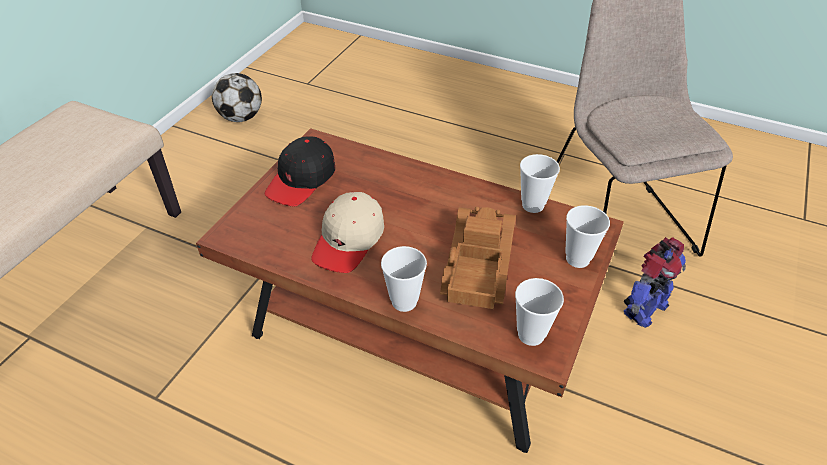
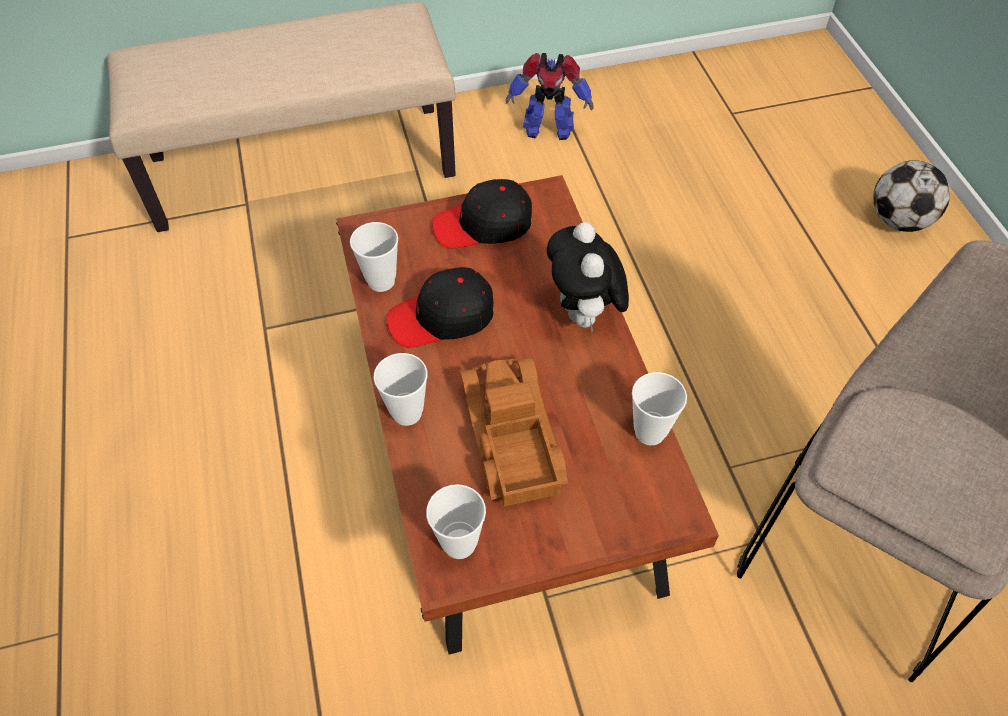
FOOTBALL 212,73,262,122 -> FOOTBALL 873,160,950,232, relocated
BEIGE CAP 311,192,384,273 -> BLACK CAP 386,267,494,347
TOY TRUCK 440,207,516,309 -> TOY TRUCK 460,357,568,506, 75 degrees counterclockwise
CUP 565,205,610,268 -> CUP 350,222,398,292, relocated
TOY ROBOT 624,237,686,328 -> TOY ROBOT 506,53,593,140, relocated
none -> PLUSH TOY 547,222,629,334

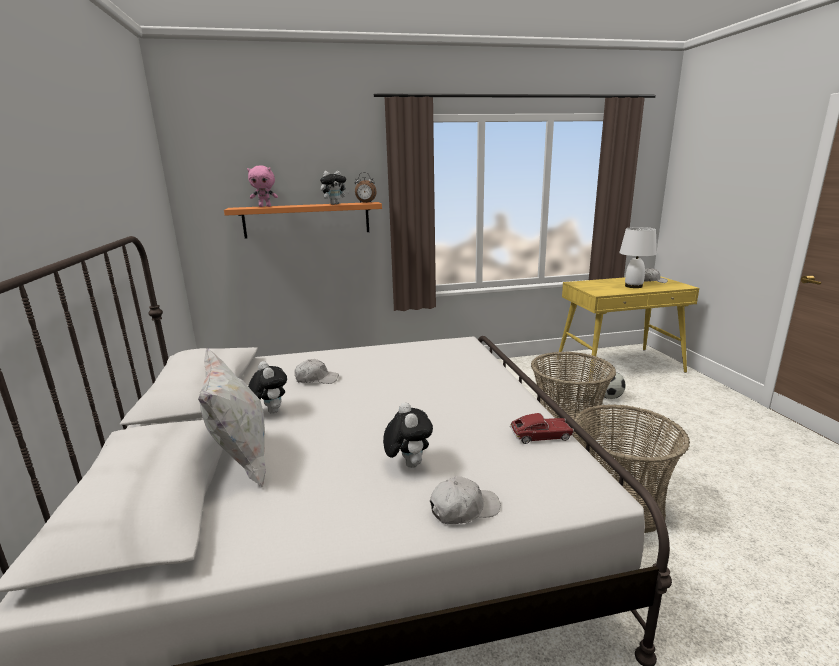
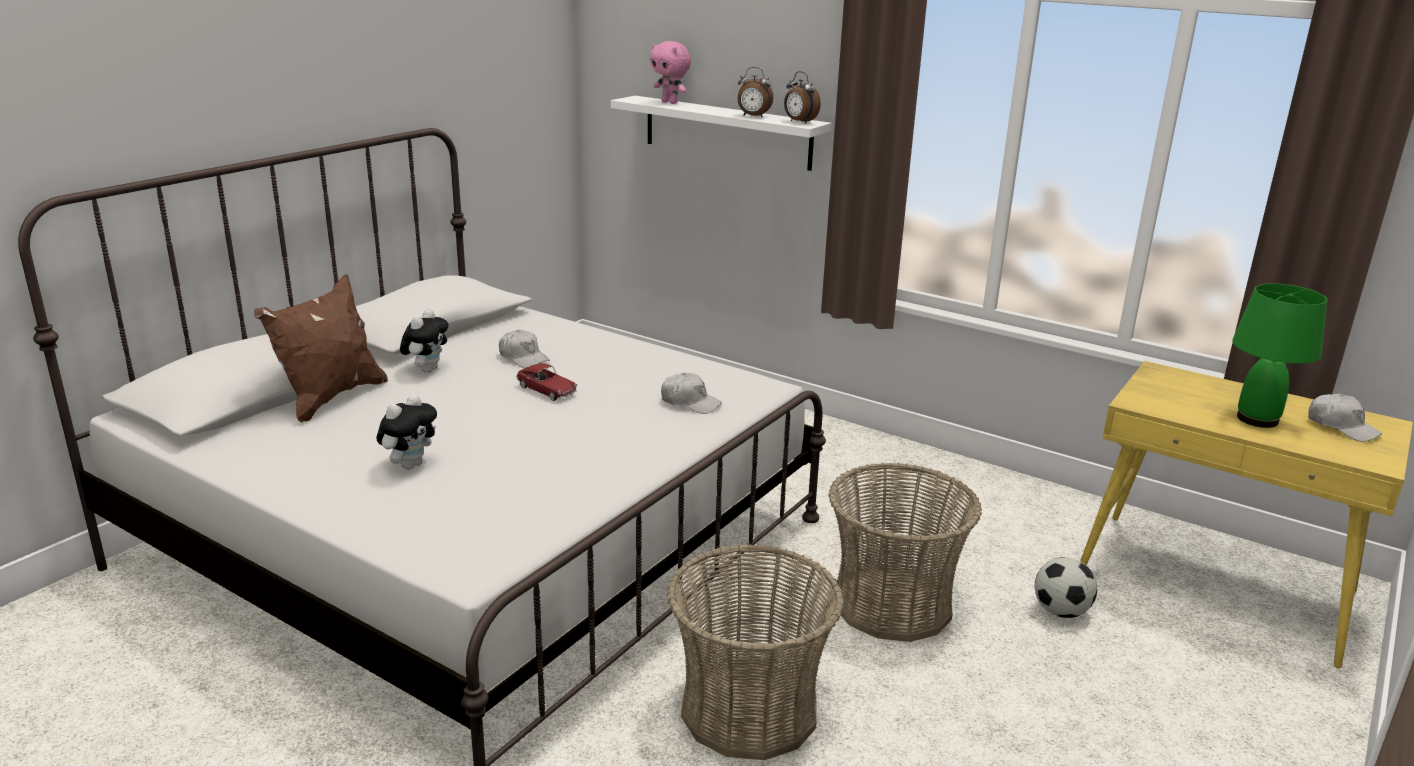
WHITE PILLOW 198,348,266,487 -> BROWN PILLOW 254,274,388,422
ORANGE SHELF 224,202,382,239 -> WHITE SHELF 611,96,831,171
PLUSH TOY 320,171,349,205 -> ALARM CLOCK 738,67,773,117
WHITE CAP 430,476,500,524 -> WHITE CAP 661,372,722,414, relocated
TOY CAR 510,413,574,444 -> TOY CAR 516,363,577,401, relocated
WHITE TABLE LAMP 619,227,657,288 -> GREEN TABLE LAMP 1232,283,1327,428

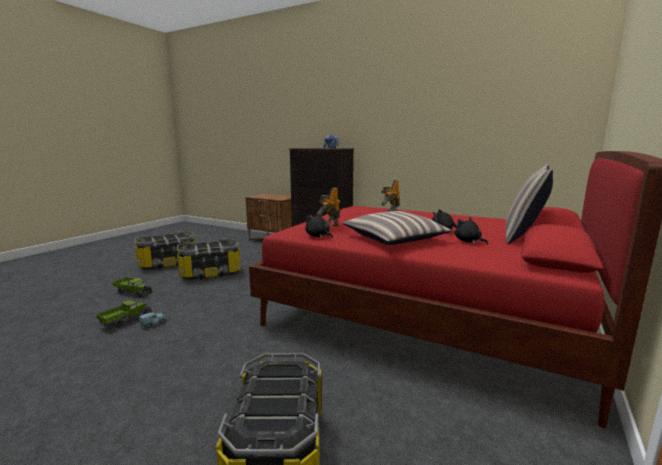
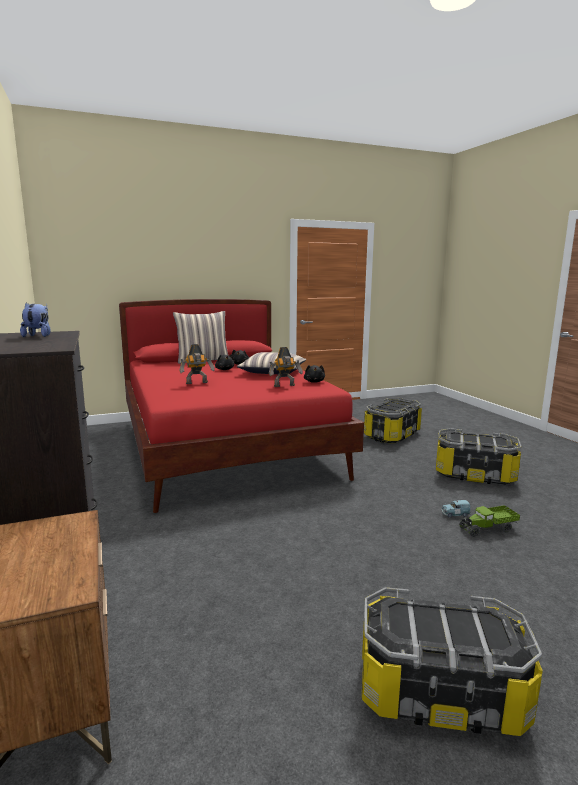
TOY TRUCK 112,277,153,298 -> none
STORAGE BOX 177,238,241,280 -> STORAGE BOX 436,428,521,485, relocated

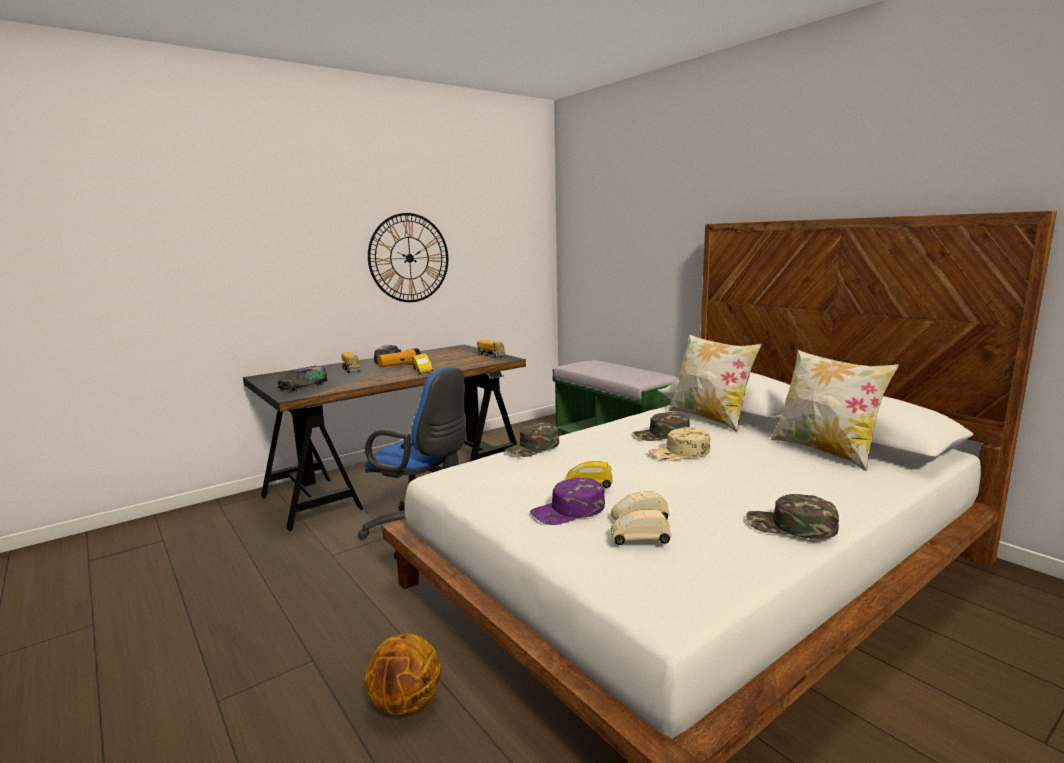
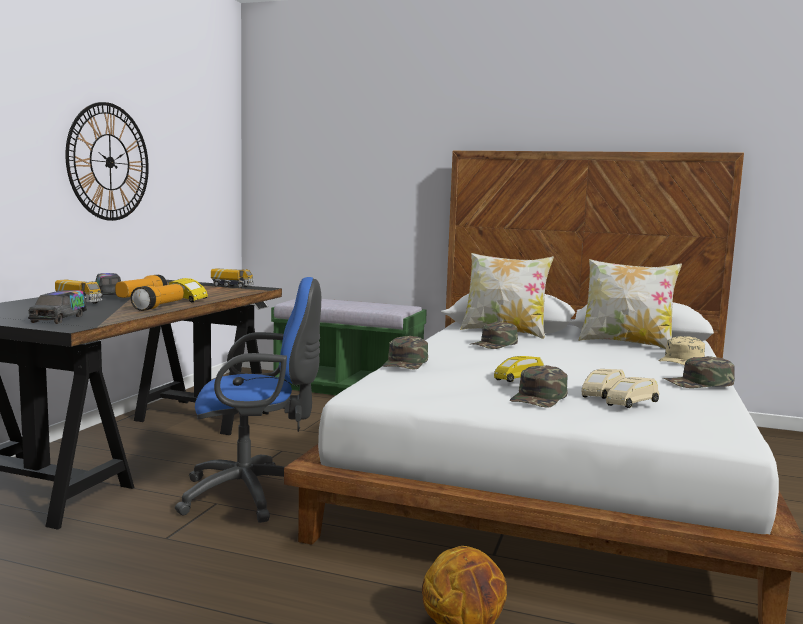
PURPLE CAP 530,477,605,525 -> GREEN CAP 510,365,568,407
BEIGE CAP 649,427,711,461 -> BEIGE CAP 659,336,705,365, relocated
none -> FLASHLIGHT 131,284,184,311

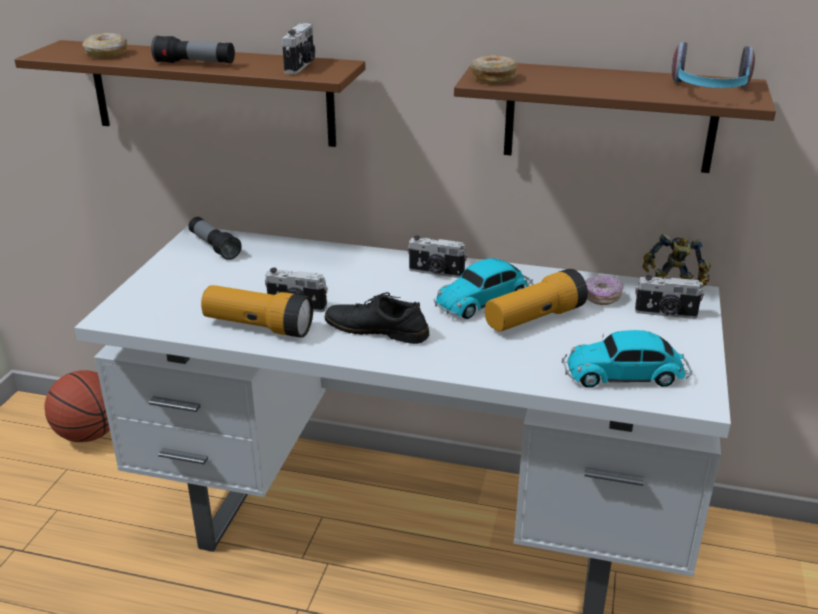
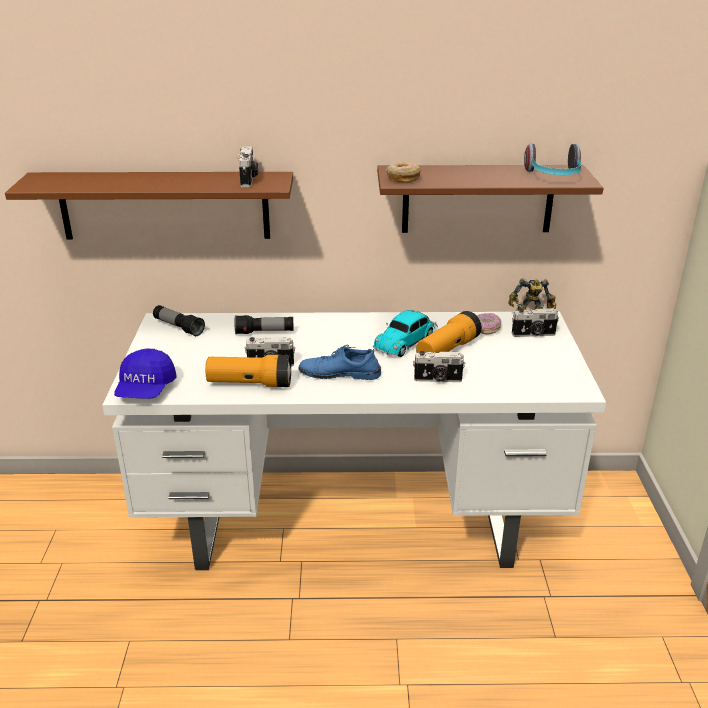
BASKETBALL 44,370,110,442 -> none
DONUT 82,33,127,58 -> none
FLASHLIGHT 151,35,235,63 -> FLASHLIGHT 234,315,293,334, relocated
BLACK SHOE 325,292,429,344 -> BLUE SHOE 298,345,381,380
PHOTO CAMERA 408,235,467,278 -> PHOTO CAMERA 413,351,465,382, relocated
TOY CAR 562,330,692,388 -> none
none -> BLUE CAP 114,348,176,399

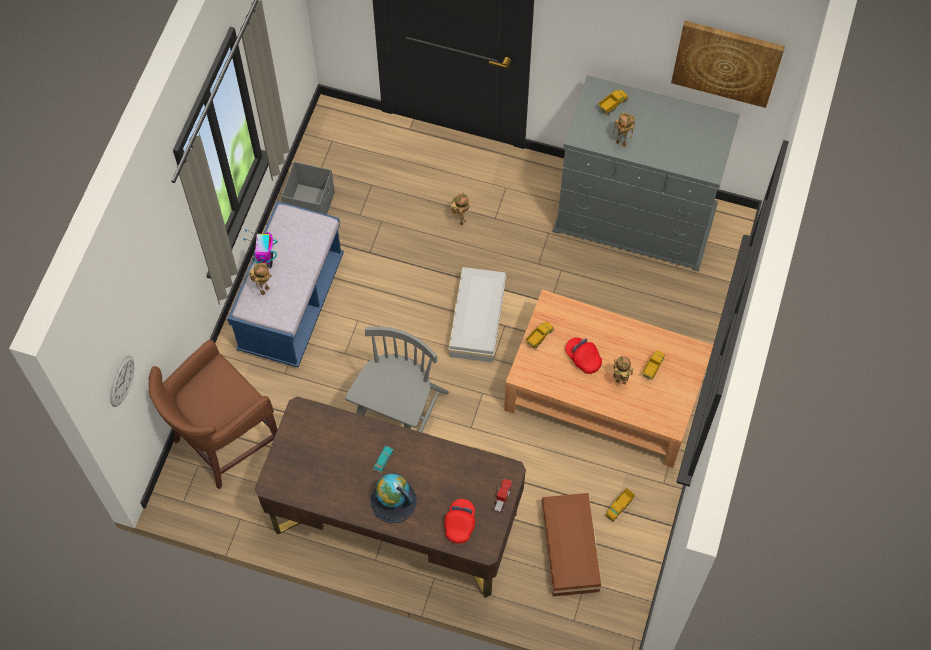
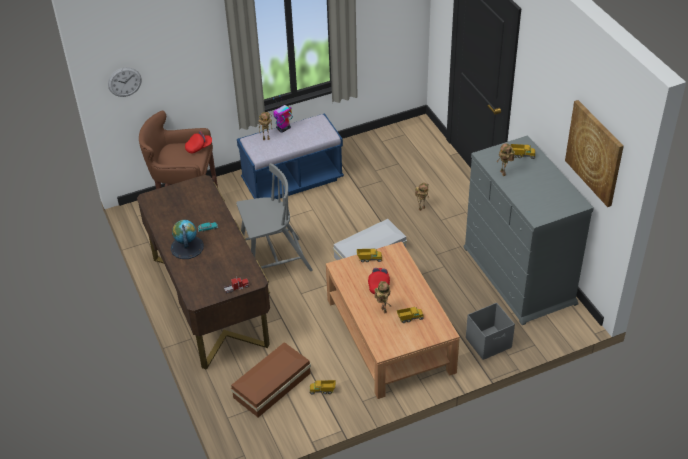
GREY STORAGE BOX 281,162,335,214 -> GREY STORAGE BOX 466,303,515,360, relocated
RED CAP 444,499,475,544 -> RED CAP 185,131,212,154, relocated

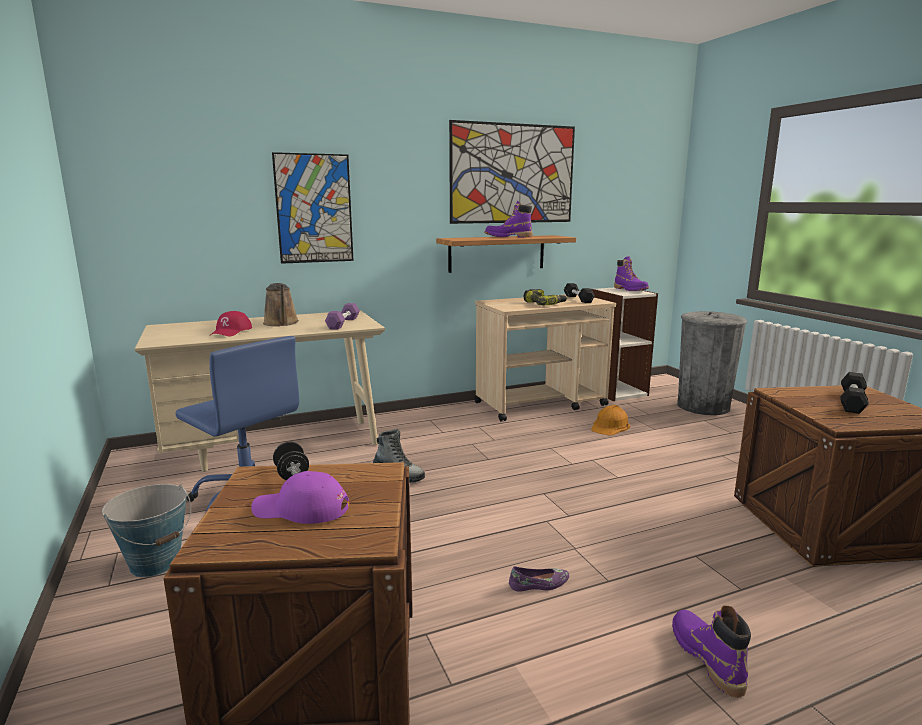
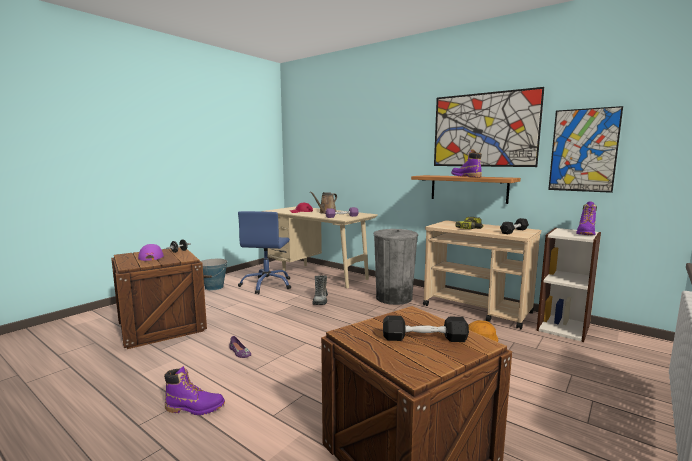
PICTURE 272,152,354,264 -> PICTURE 548,106,623,193, relocated
PURPLE BOOT 672,605,751,698 -> PURPLE BOOT 164,366,225,415, 45 degrees clockwise
GREY TRASH CAN 677,311,747,415 -> GREY TRASH CAN 373,229,418,305, relocated

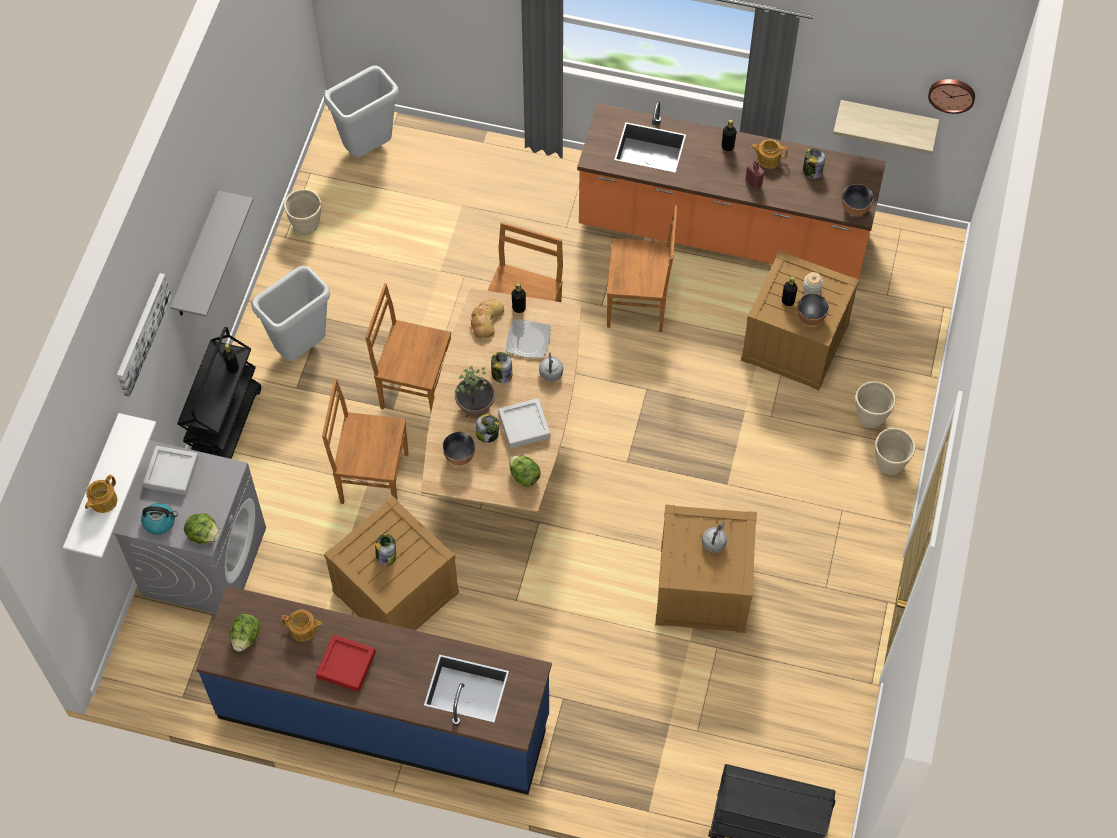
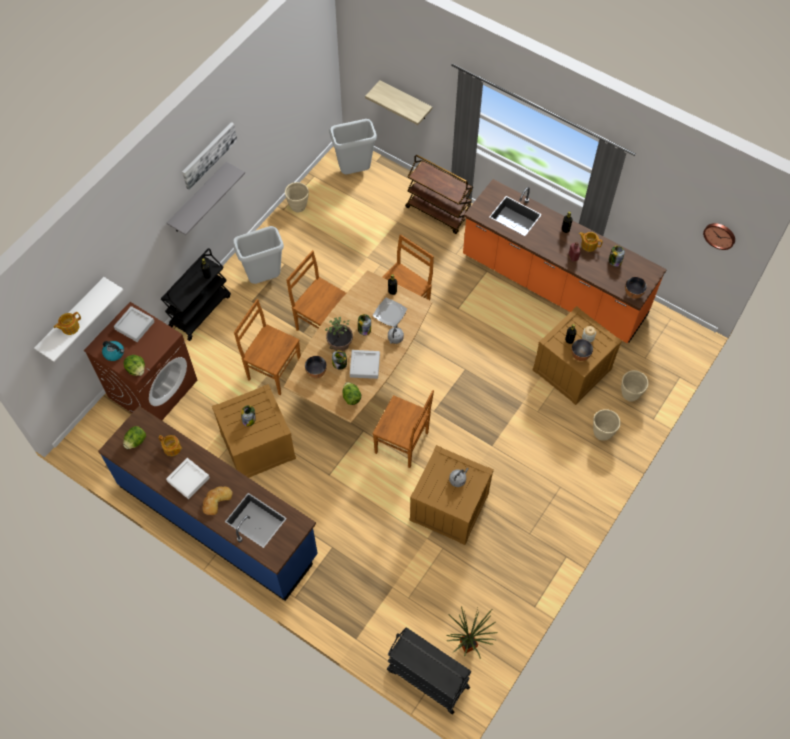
GREY WASHING MACHINE 112,440,266,614 -> BROWN WASHING MACHINE 84,302,197,420
PICTURE 117,273,172,397 -> PICTURE 182,122,237,190, relocated
RED TRAY 316,635,376,692 -> WHITE TRAY 166,458,210,499
BREAD 471,299,504,339 -> BREAD 202,486,233,515, relocated
BROWN CHAIR 607,205,677,332 -> BROWN CHAIR 373,390,434,468, relocated
SHELF 833,100,939,154 -> SHELF 365,80,432,125, relocated
BEIGE PLANTER 875,428,915,475 -> BEIGE PLANTER 621,370,649,402, relocated
none -> BROWN CART 405,155,473,234
none -> POTTED PLANT 447,606,498,658

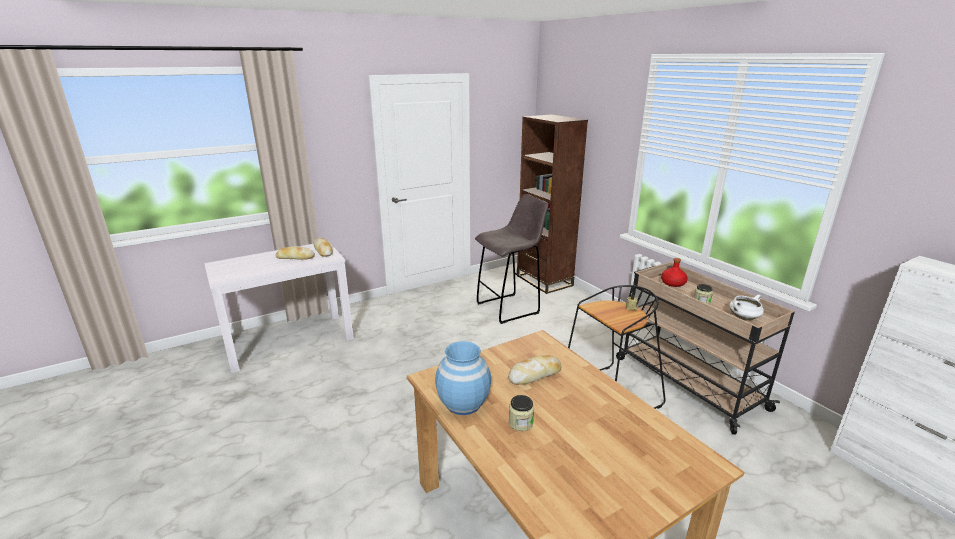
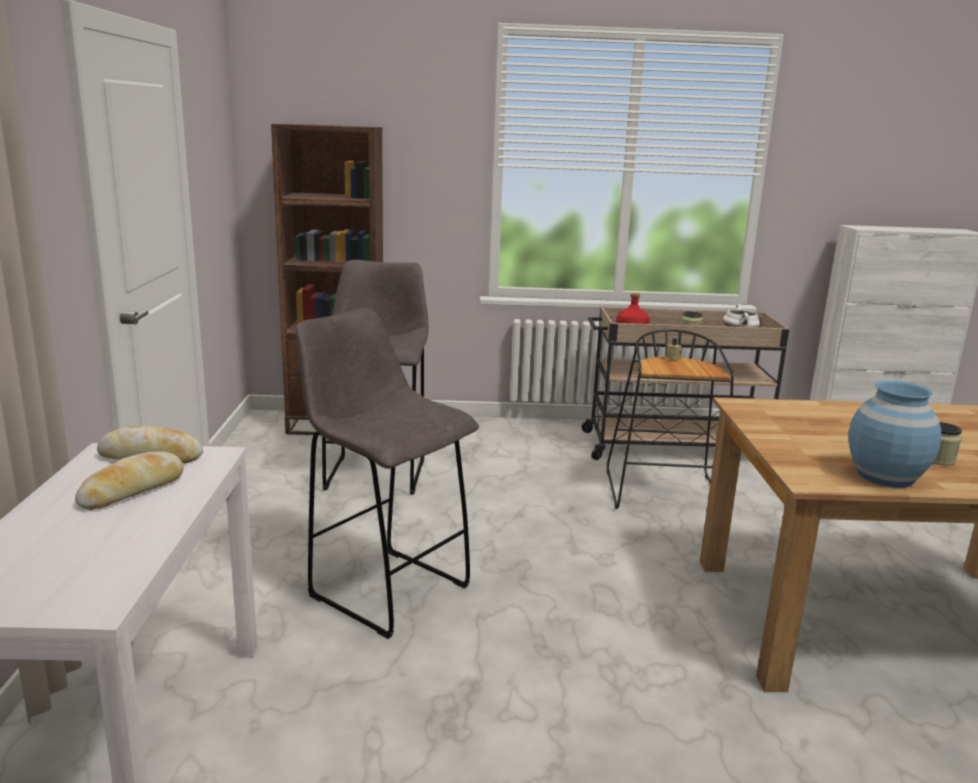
BREAD 508,355,561,385 -> none
none -> GREY STOOL 295,308,479,639

